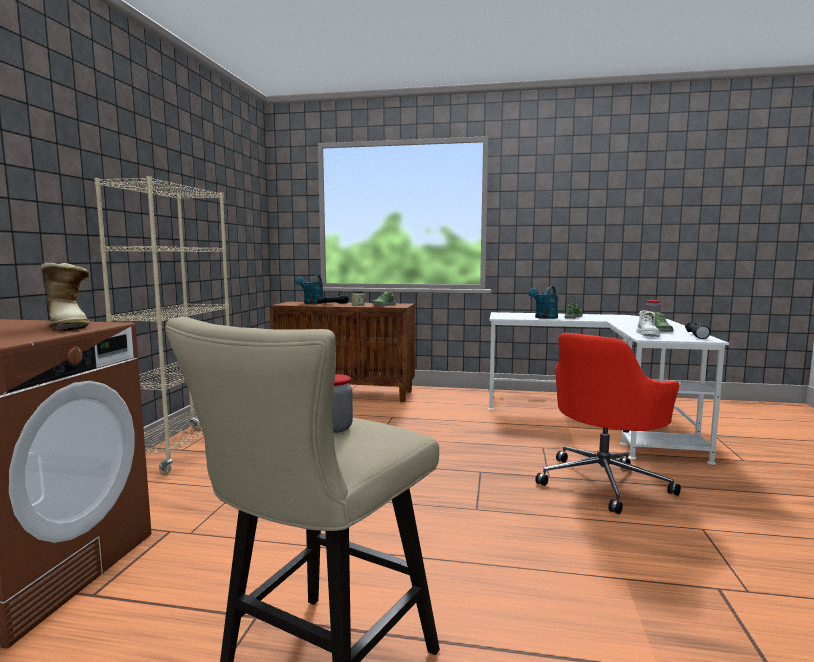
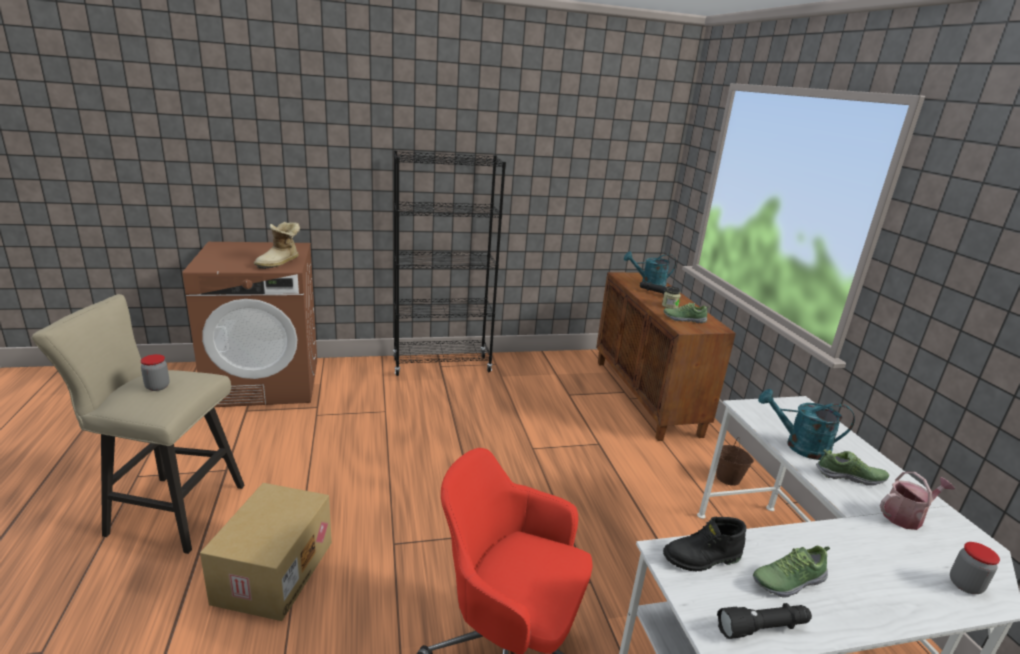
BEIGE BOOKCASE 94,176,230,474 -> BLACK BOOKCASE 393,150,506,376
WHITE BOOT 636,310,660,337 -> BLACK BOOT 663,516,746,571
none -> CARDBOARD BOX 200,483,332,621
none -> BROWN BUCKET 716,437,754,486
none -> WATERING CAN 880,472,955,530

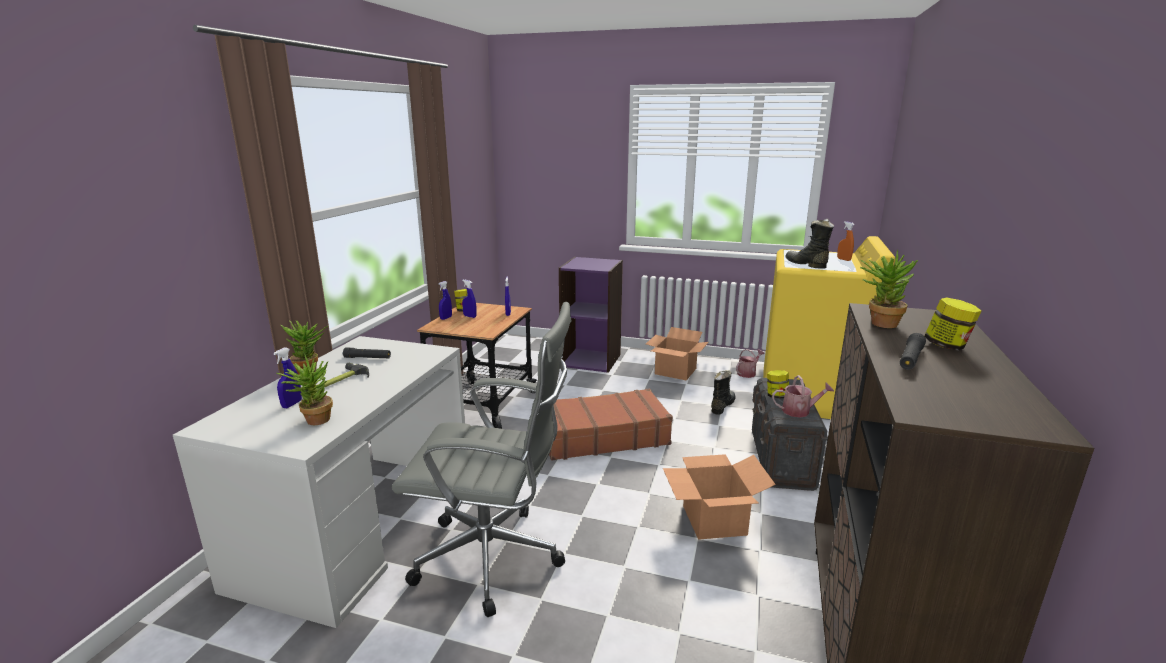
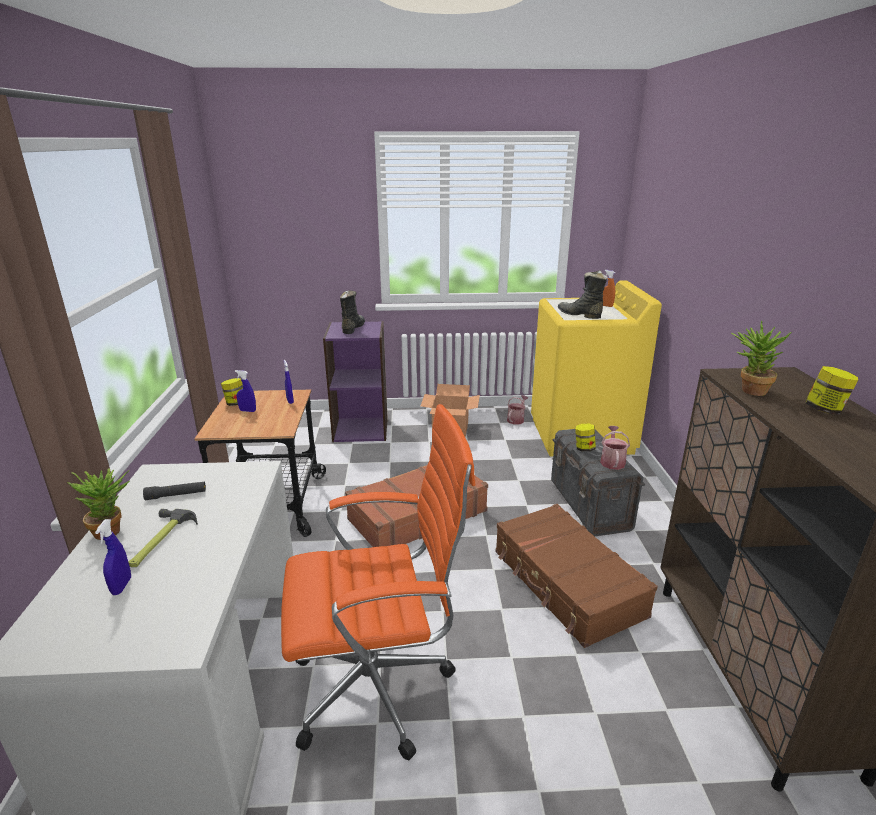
POTTED PLANT 277,354,333,425 -> none
GREY OFFICE CHAIR 392,302,571,617 -> ORANGE OFFICE CHAIR 281,404,475,760
BLUE SPRAY BOTTLE 438,281,452,320 -> none
CARDBOARD BOX 663,454,776,540 -> BROWN SUITCASE 496,504,658,648
BLACK BOOT 711,370,736,415 -> BLACK BOOT 340,290,365,334, relocated
WATERING CAN 772,375,834,418 -> WATERING CAN 600,426,630,470, 60 degrees counterclockwise
BLACK FLASHLIGHT 900,333,926,370 -> none

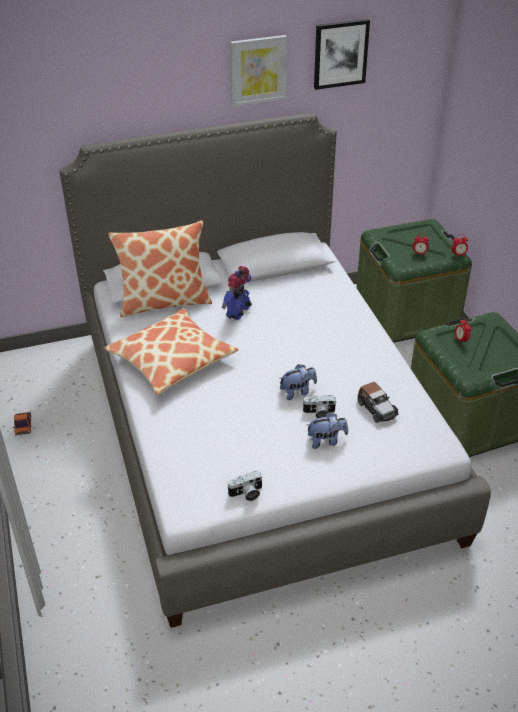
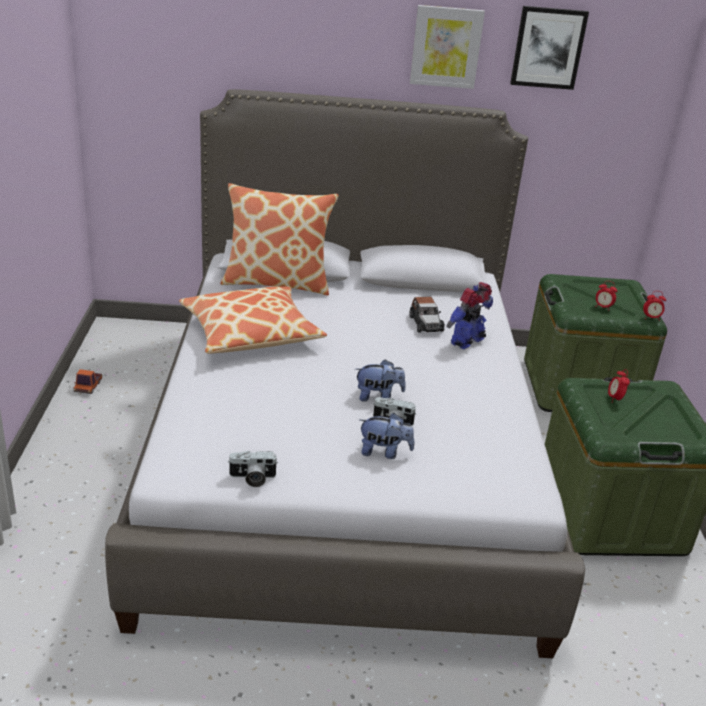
TOY ROBOT 222,266,252,320 -> TOY ROBOT 447,282,493,349, relocated
TOY CAR 358,382,398,423 -> TOY CAR 409,297,445,333, relocated

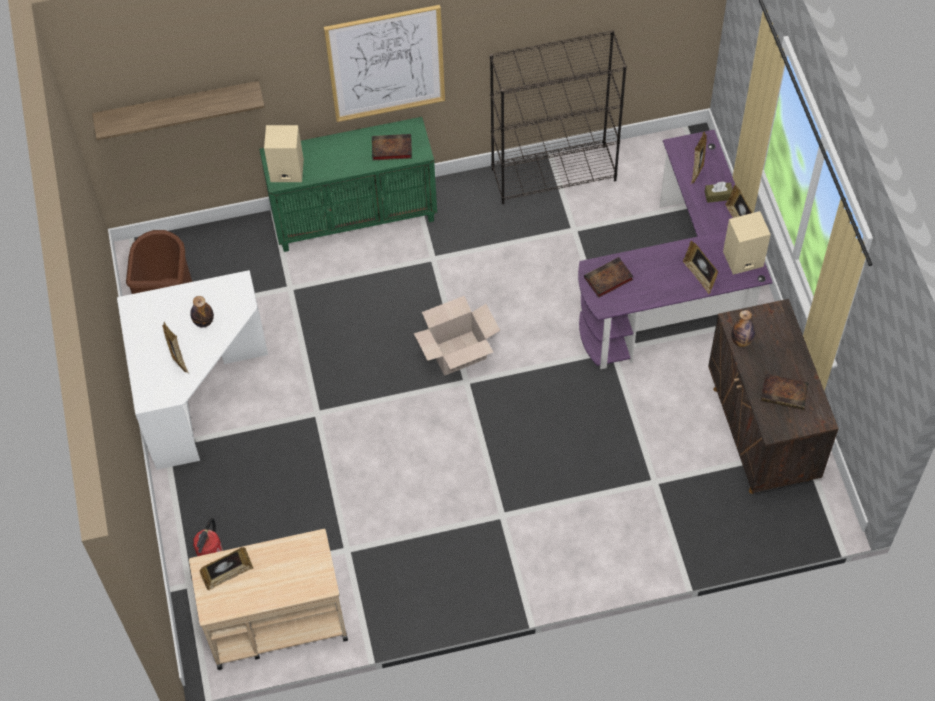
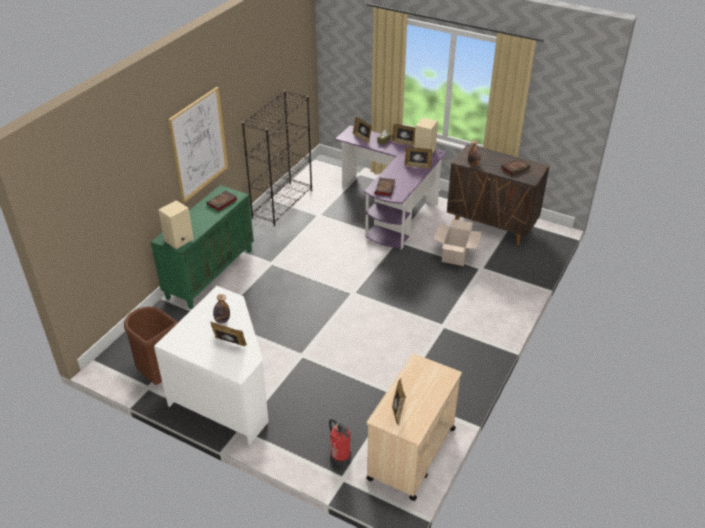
SHELF 92,81,265,140 -> none
CARDBOARD BOX 414,296,501,375 -> CARDBOARD BOX 434,219,482,266, relocated

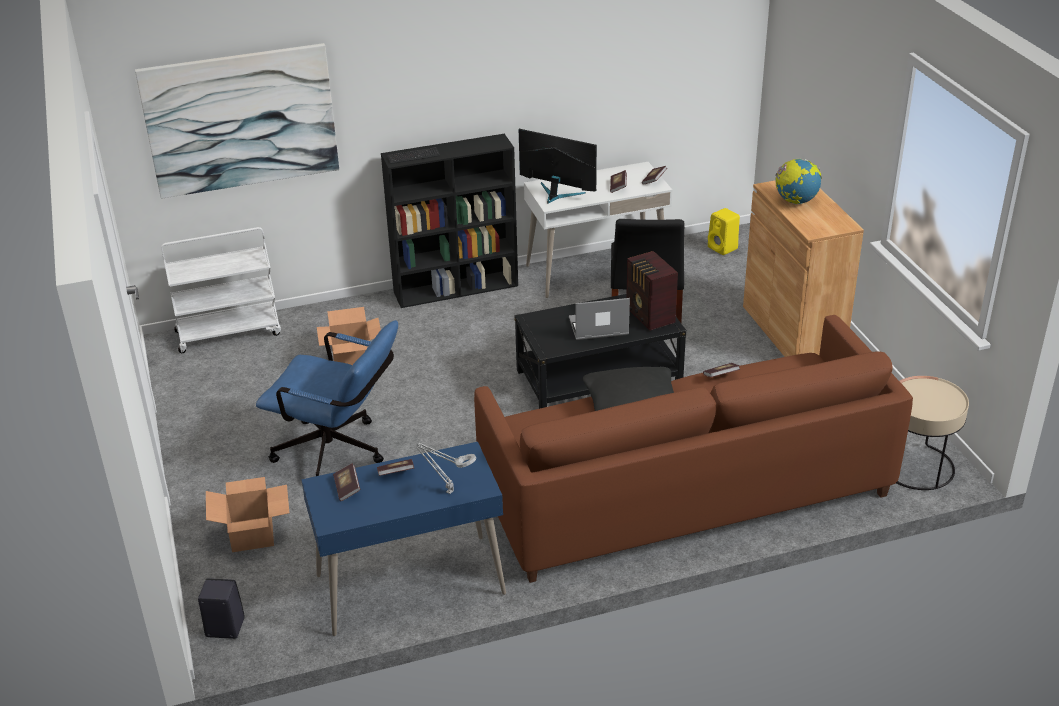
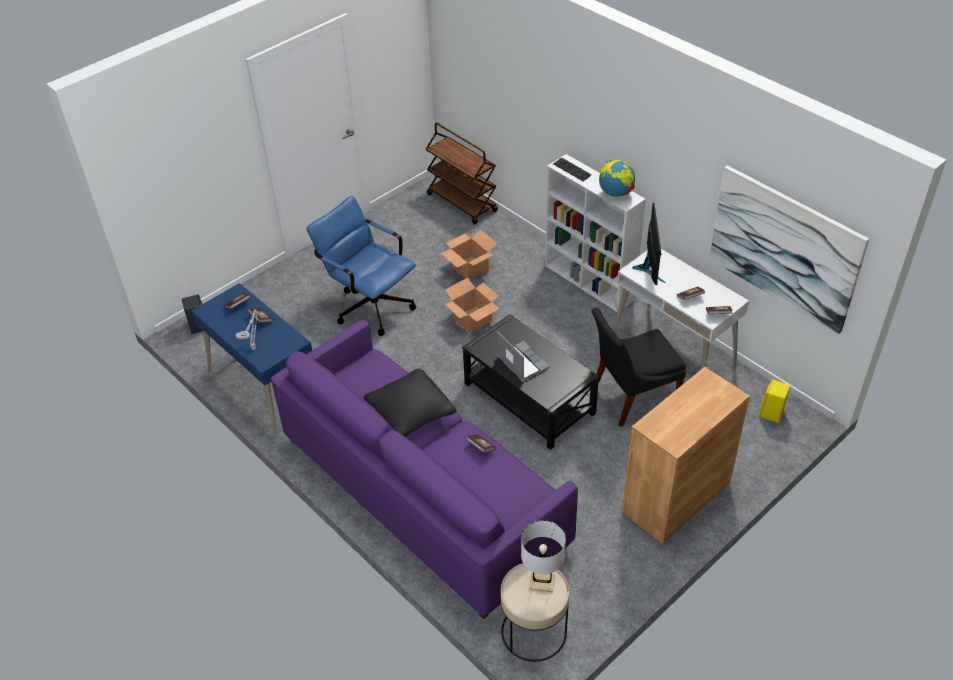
PICTURE 135,43,339,199 -> PICTURE 709,165,869,334, relocated
WHITE CART 161,227,281,353 -> BROWN CART 426,123,498,225
CARDBOARD BOX 206,477,289,552 -> CARDBOARD BOX 444,278,500,333, relocated
BLUE OFFICE CHAIR 256,320,398,476 -> BLUE OFFICE CHAIR 307,196,416,336, 135 degrees clockwise
BLACK BOOKCASE 381,134,518,308 -> WHITE BOOKCASE 545,154,646,313
BROWN SOFA 474,315,913,583 -> PURPLE SOFA 271,320,578,619
RADIO 626,251,678,331 -> none
GLOBE 775,159,822,205 -> GLOBE 599,159,635,197, relocated
none -> WHITE TABLE LAMP 521,520,566,592

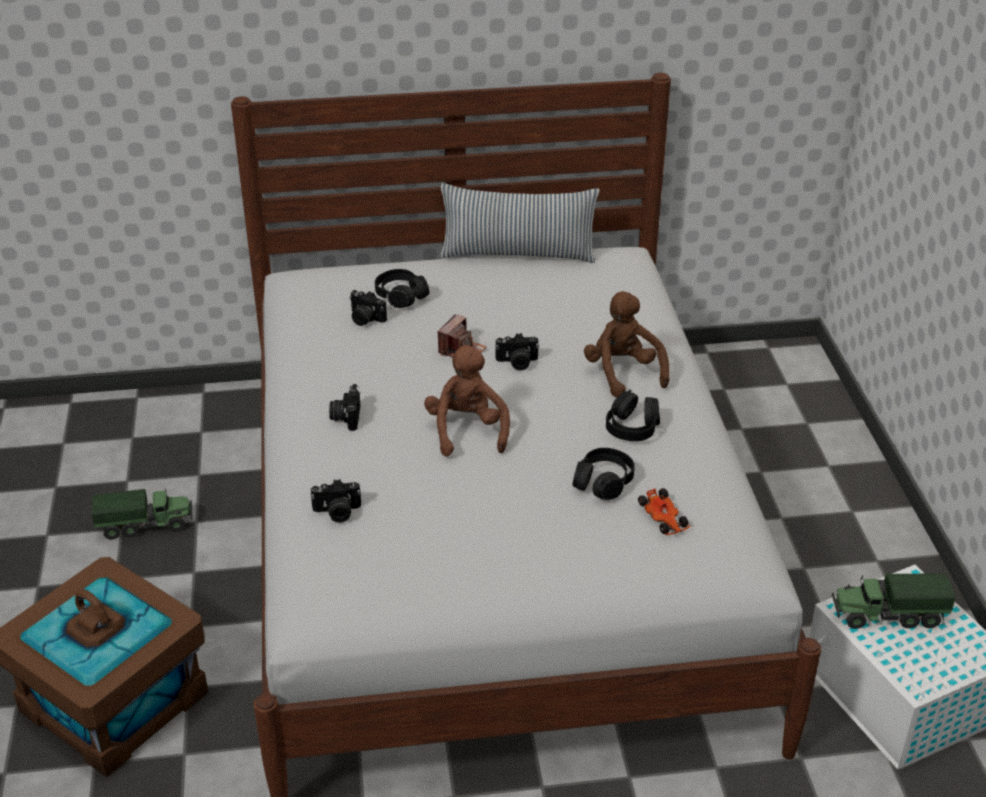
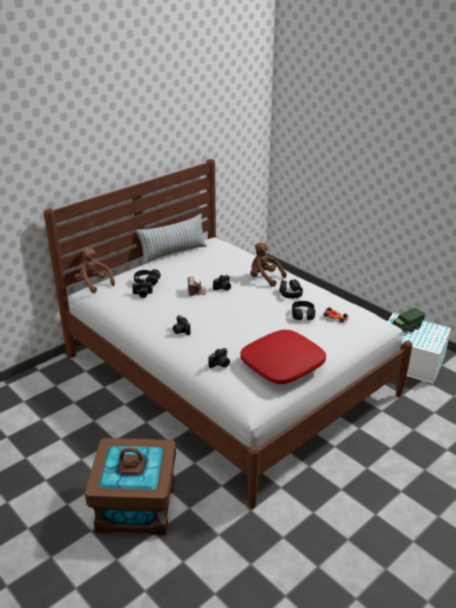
TOY TRUCK 92,489,192,540 -> none
BROWN PLUSH TOY 424,345,510,457 -> BROWN PLUSH TOY 75,247,115,293, relocated
none -> RED PILLOW 241,330,326,384

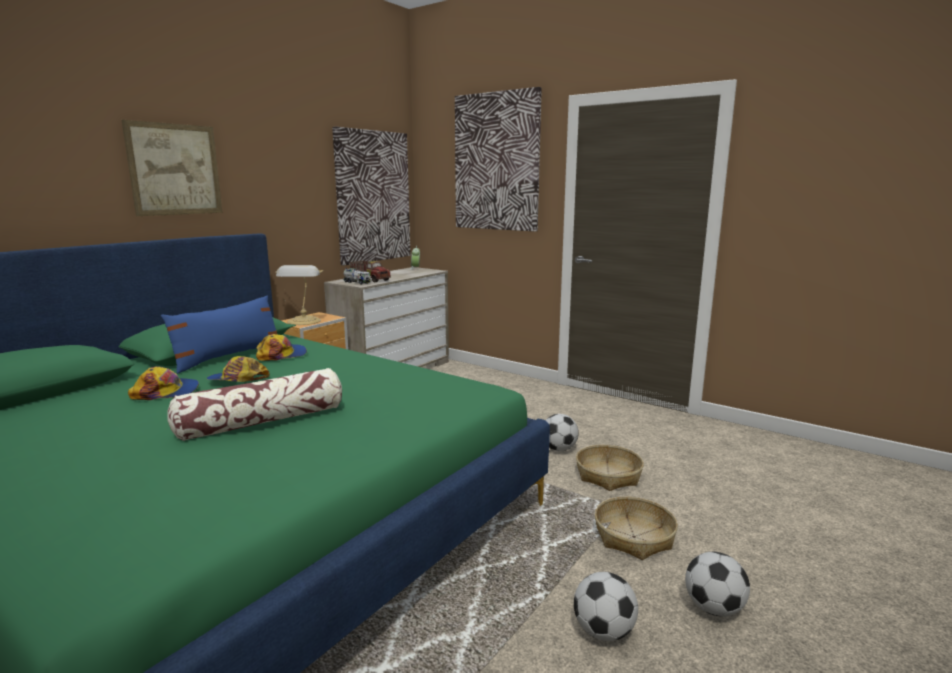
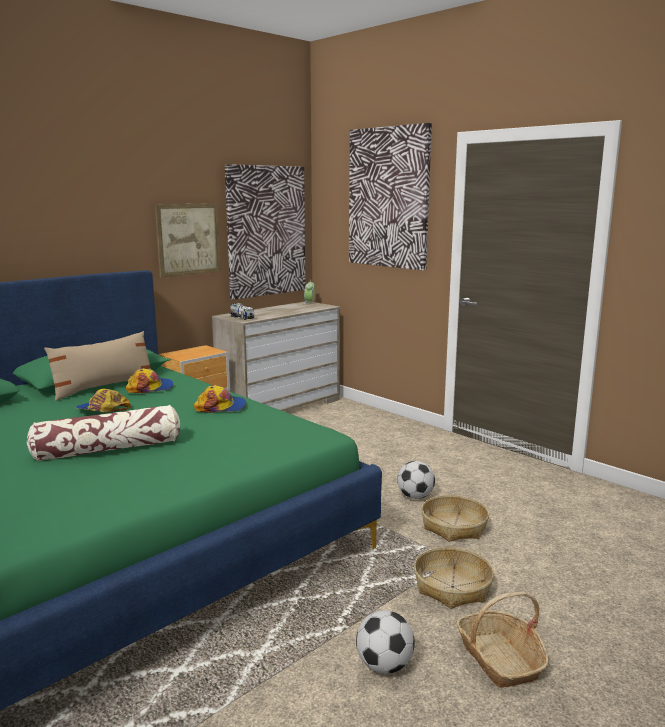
PICTURE 122,120,222,216 -> PICTURE 155,203,221,278, relocated
CAP 128,366,199,400 -> CAP 194,385,246,413, relocated
BLUE PILLOW 161,295,277,374 -> BEIGE PILLOW 44,331,152,401
TABLE LAMP 275,265,323,325 -> none
TOY TRUCK 349,261,391,283 -> none
FOOTBALL 685,552,750,617 -> BASKET 456,592,549,688

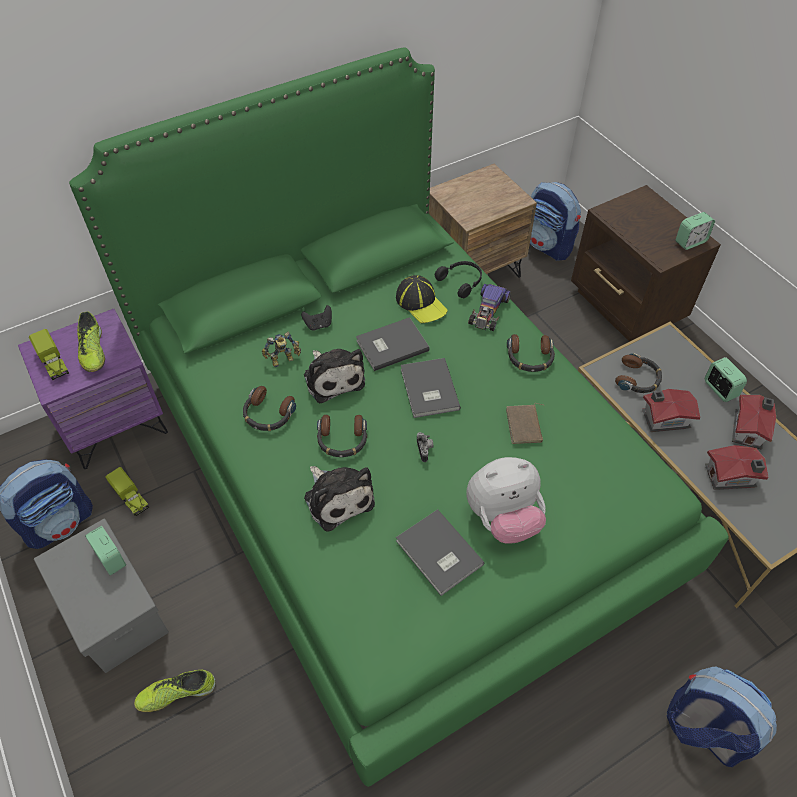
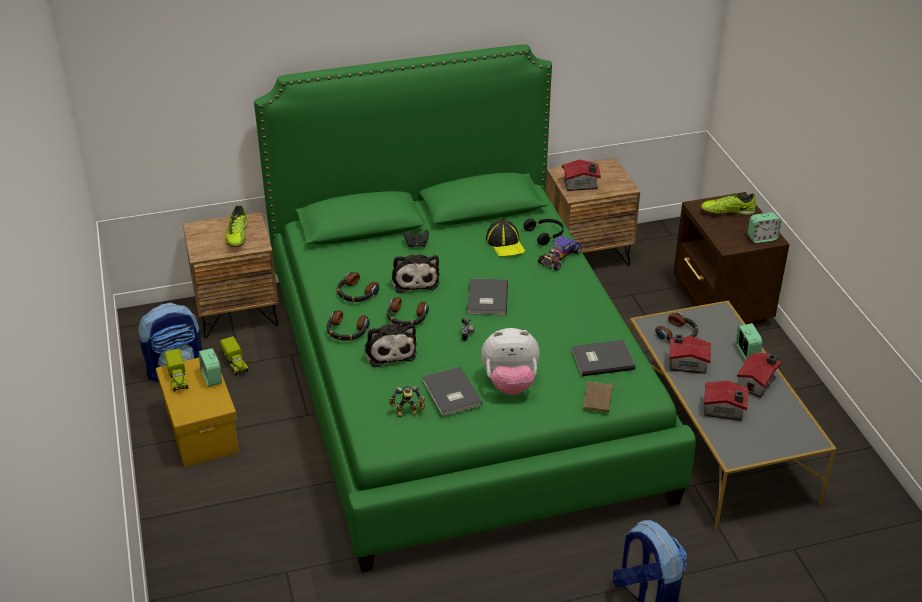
PURPLE NIGHTSTAND 18,309,168,469 -> BROWN NIGHTSTAND 183,212,279,338
TOY TRUCK 29,329,69,380 -> TOY TRUCK 164,349,188,392, relocated
GREY STORAGE BOX 34,518,169,673 -> YELLOW STORAGE BOX 156,358,239,467
SHOE 134,669,216,712 -> SHOE 701,193,756,215, relocated
TOY ROBOT 262,332,301,367 -> TOY ROBOT 389,386,426,417, relocated
GREY BOOK 356,317,430,371 -> GREY BOOK 571,340,636,376, relocated
BROWN BOOK 506,403,545,444 -> BROWN BOOK 583,382,621,413, relocated
HEADPHONES 507,334,555,372 -> HEADPHONES 326,310,370,341, relocated
BACKPACK 530,182,581,261 -> none
none -> TOY HOUSE 562,160,601,191

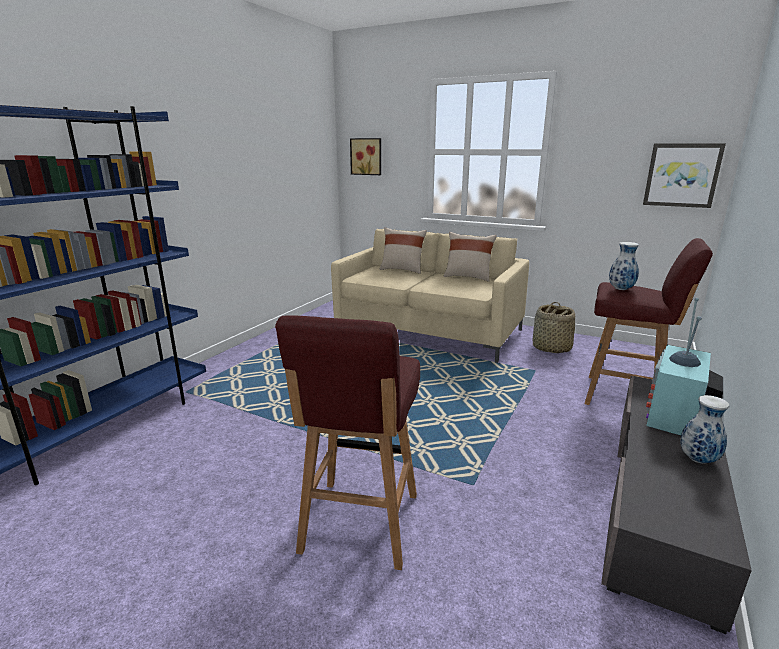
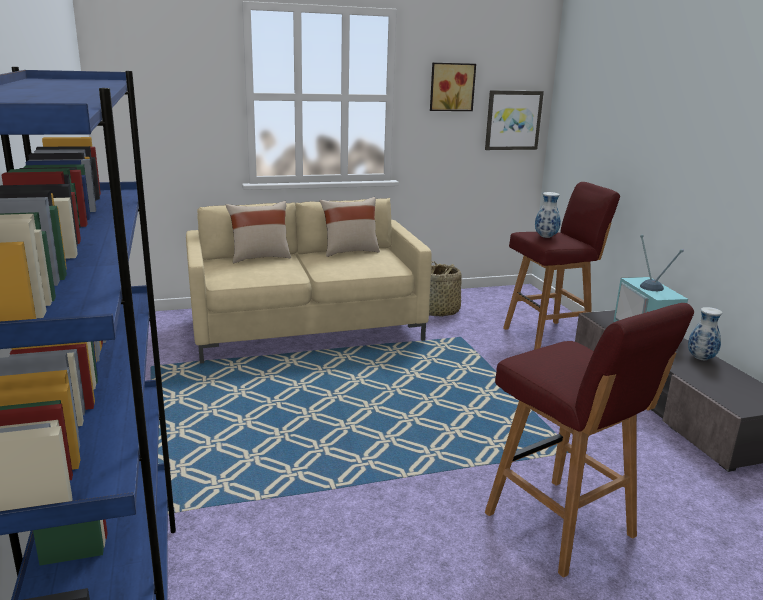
PICTURE 350,138,381,175 -> PICTURE 430,63,476,111, relocated

